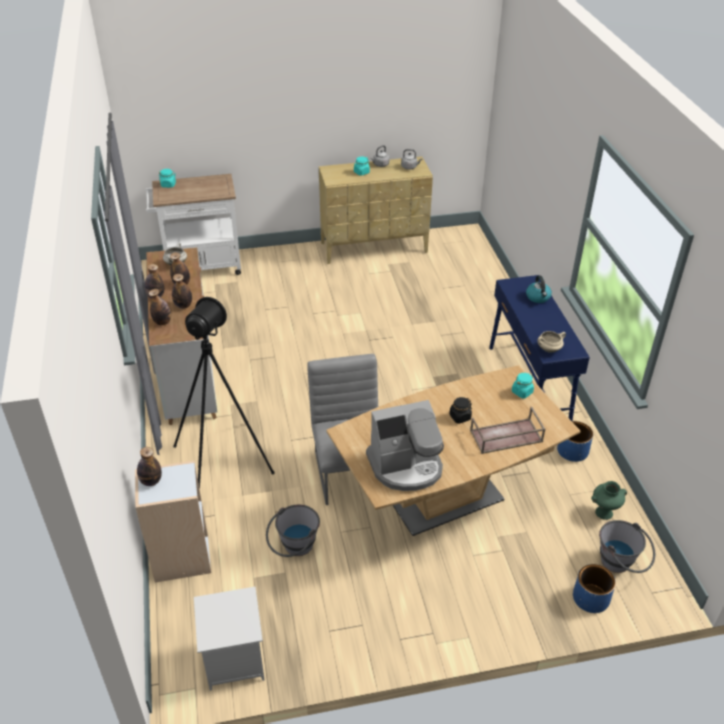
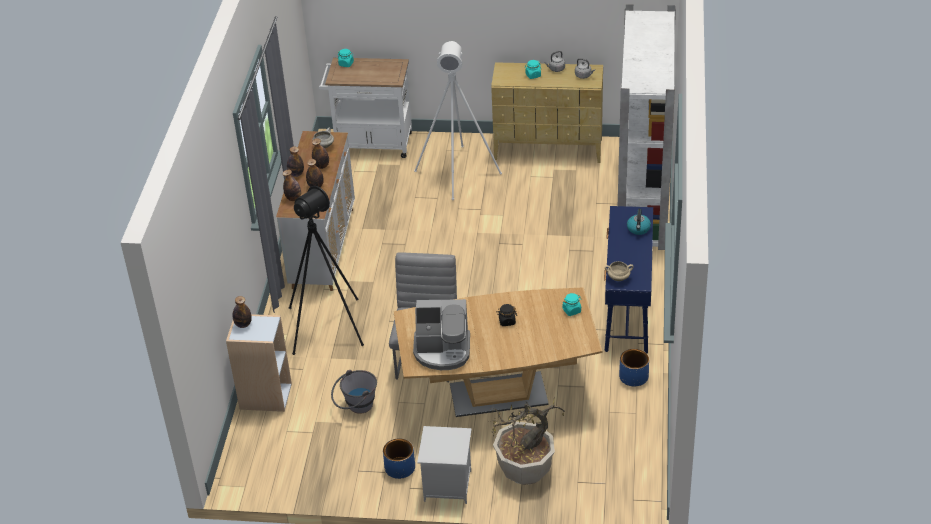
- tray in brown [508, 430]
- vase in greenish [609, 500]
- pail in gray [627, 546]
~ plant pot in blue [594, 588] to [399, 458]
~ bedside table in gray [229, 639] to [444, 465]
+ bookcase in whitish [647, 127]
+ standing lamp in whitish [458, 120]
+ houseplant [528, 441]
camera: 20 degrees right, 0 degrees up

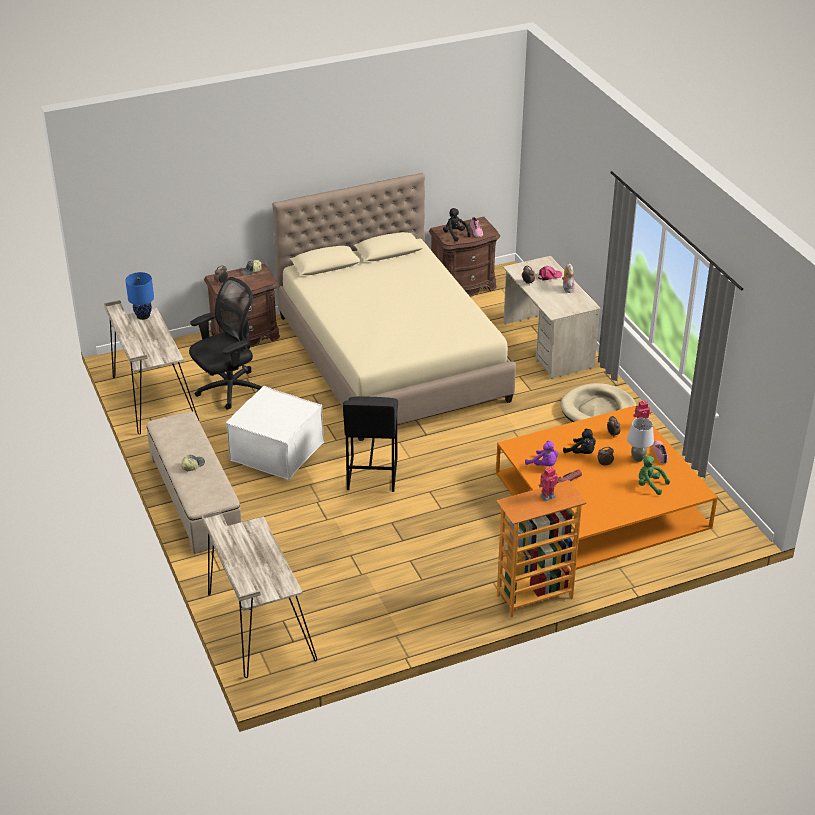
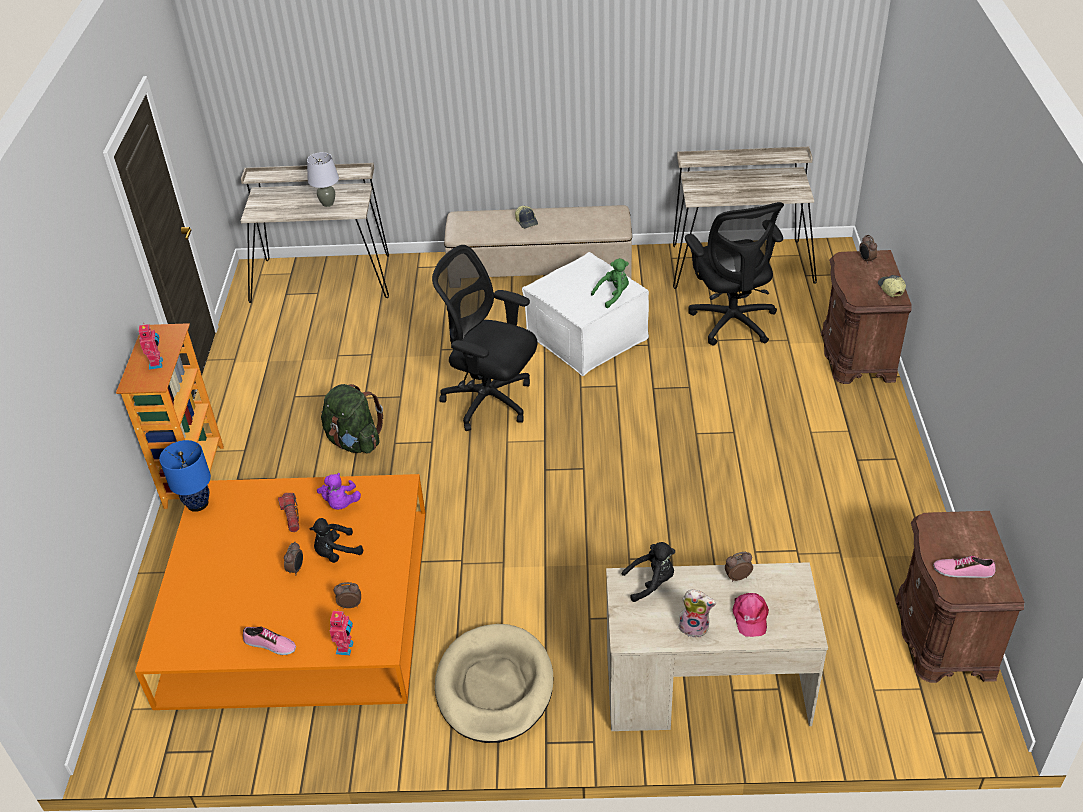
- sleeping bed in sand-coloured [394, 307]
~ cuddly toy in black [457, 225] to [648, 572]
~ table lamp in blue [139, 296] to [185, 476]
~ sitting stool in black [370, 444] to computer chair in black [484, 338]
~ table lamp in gray [640, 440] to [323, 179]
~ cuddly toy in purplish [541, 453] = [339, 491] 75 degrees counterclockwise
~ cuddly toy in greenish [654, 475] to [610, 283]
+ rucksack in greenish [352, 418]
camera: 115 degrees right, 5 degrees up

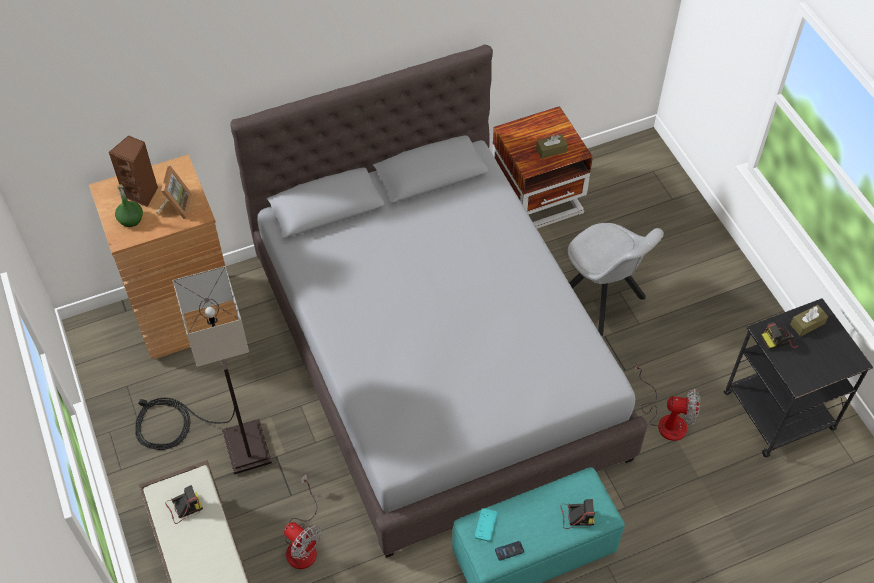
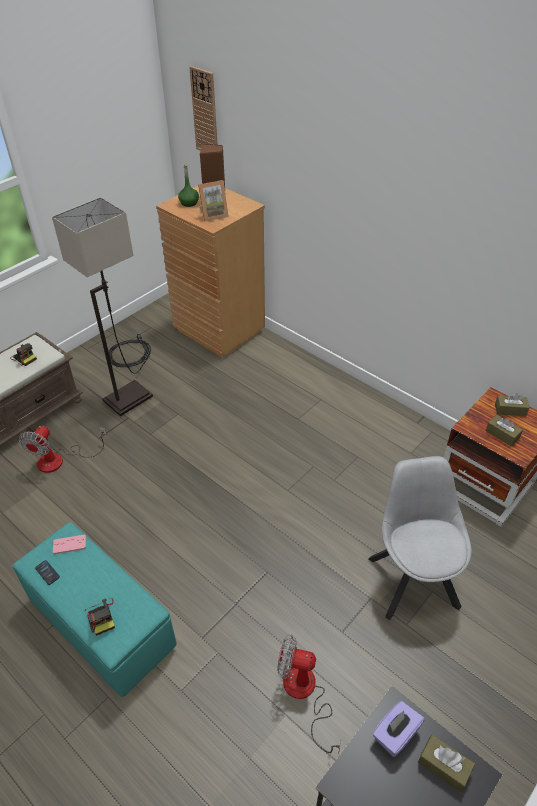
- sleeping bed in gray [438, 301]
~ upright chair in gray [616, 279] = [420, 538] 150 degrees clockwise
~ photo camera [779, 336] to tissue holder in purplish [399, 729]
~ cooling fan [667, 402] = [309, 694] 120 degrees clockwise
~ gamepad in turquoise [486, 525] to gamepad in pinkish [69, 544]
+ wall clock [203, 108]
+ tissue holder in brown [512, 404]
camera: 65 degrees right, 10 degrees down

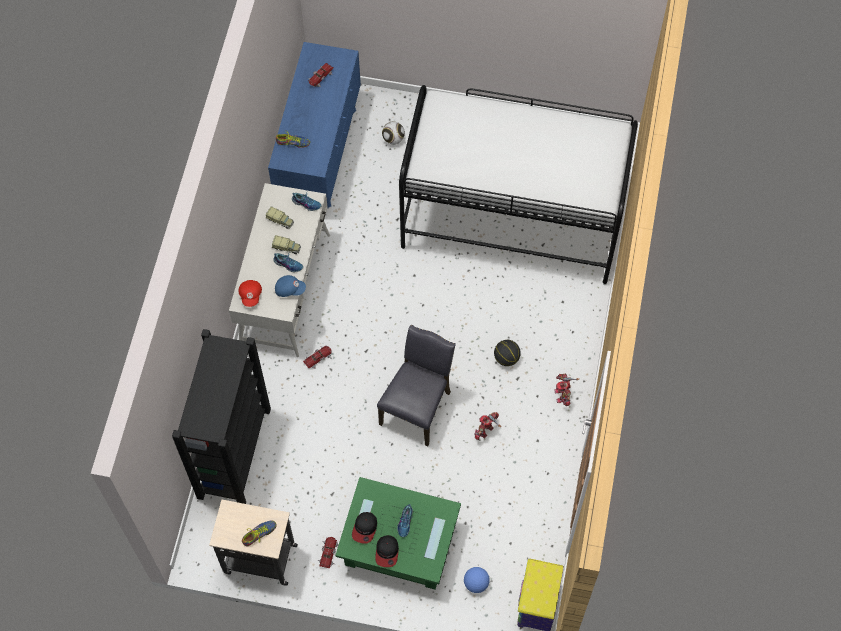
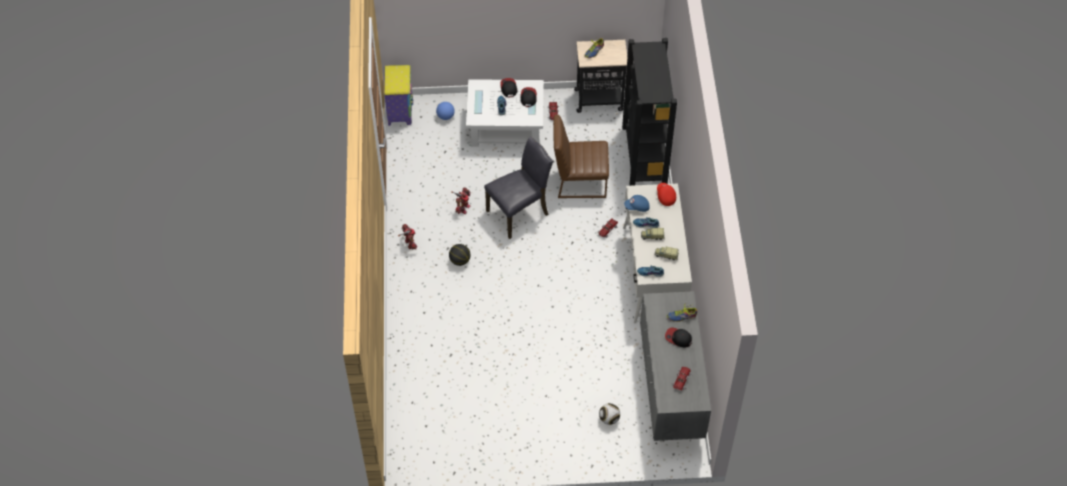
~ chest of drawers in blue [314, 125] to chest of drawers in gray [675, 366]
- sleeping bed in black [518, 184]
~ upright chair in gray [416, 385] = [519, 188] 135 degrees counterclockwise
~ coffee table in greenish [398, 533] to coffee table in whitish [505, 112]
+ upright chair in brown [581, 156]
+ baseball cap [678, 338]
camera: 165 degrees right, 10 degrees down

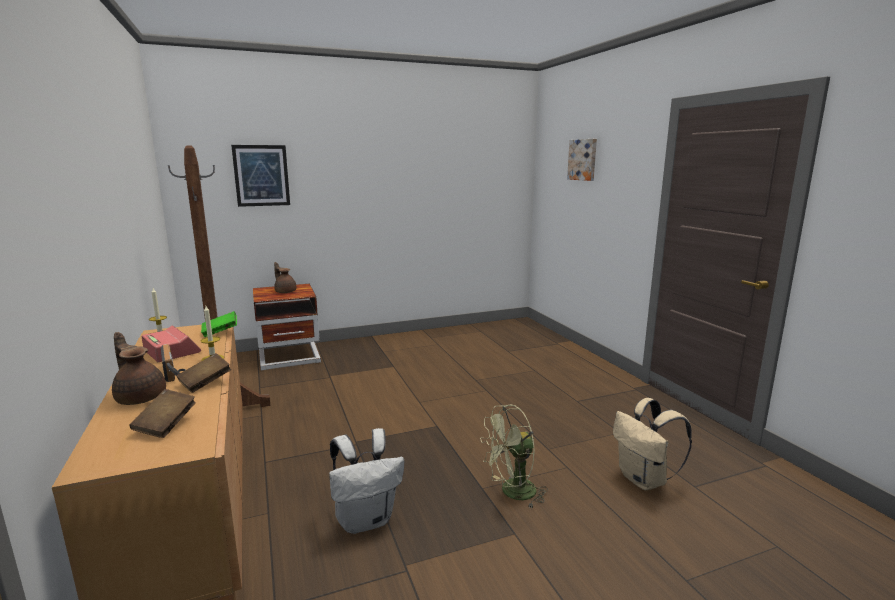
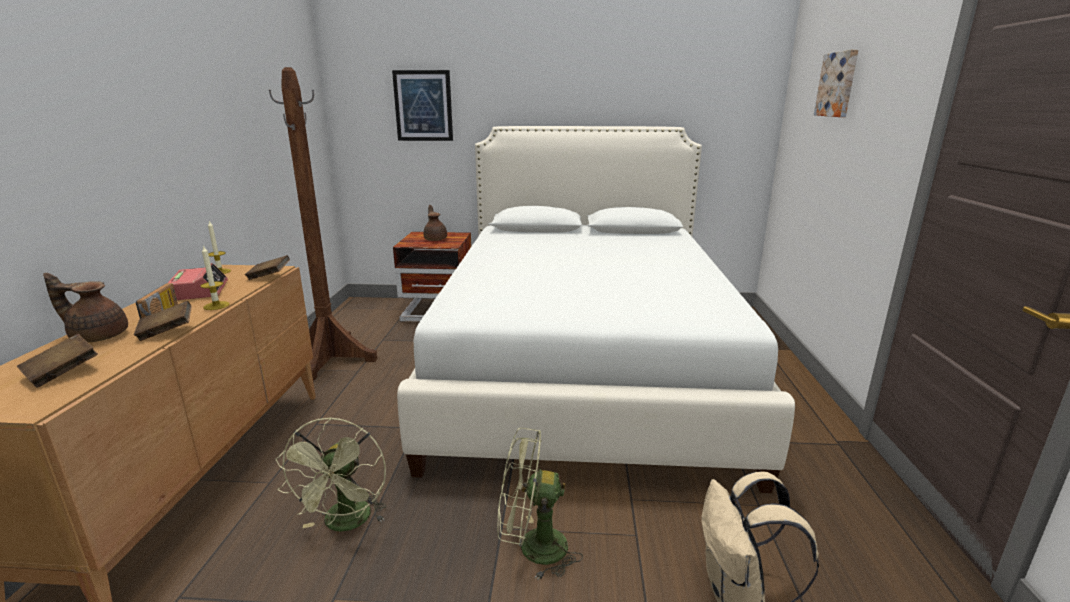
~ volume in greenish [219, 324] to volume in brown [267, 267]
~ tea pot in brown [139, 368] = [85, 307] 60 degrees counterclockwise
~ rucksack in whitish [366, 481] to cooling fan in greenish [330, 474]
+ sleeping bed in whitish [596, 309]
camera: 25 degrees right, 5 degrees up

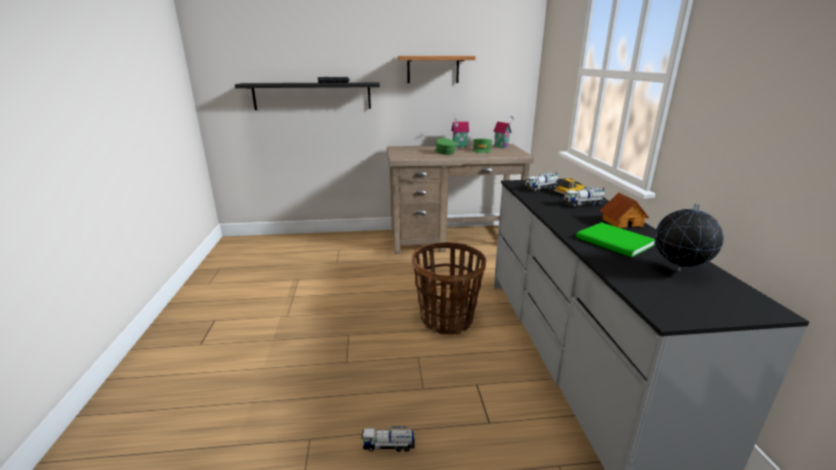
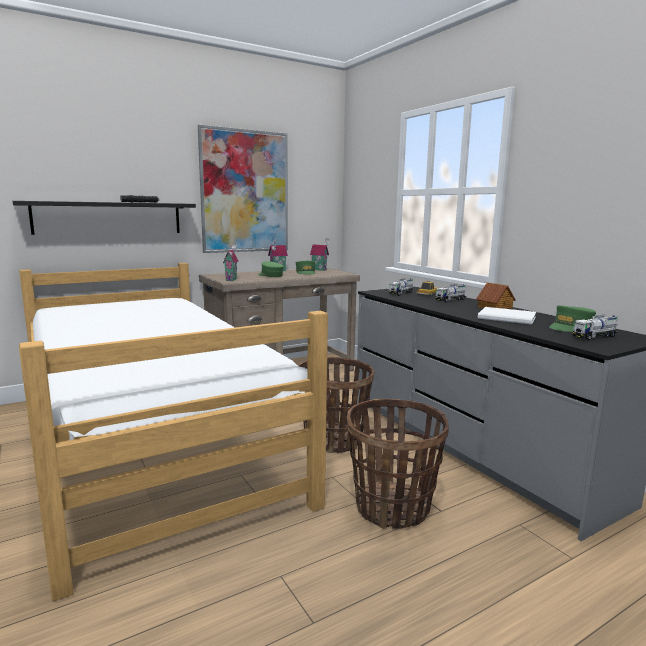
~ shelf [437, 69] to wall picture [243, 189]
~ globe [688, 237] to baseball cap in greenish [572, 318]
~ volume in greenish [615, 239] to volume in whitish [507, 316]
~ toy truck [388, 439] to [595, 328]
+ model house [230, 262]
+ sleeping bed [173, 432]
+ household basket [398, 464]
camera: 25 degrees left, 10 degrees down

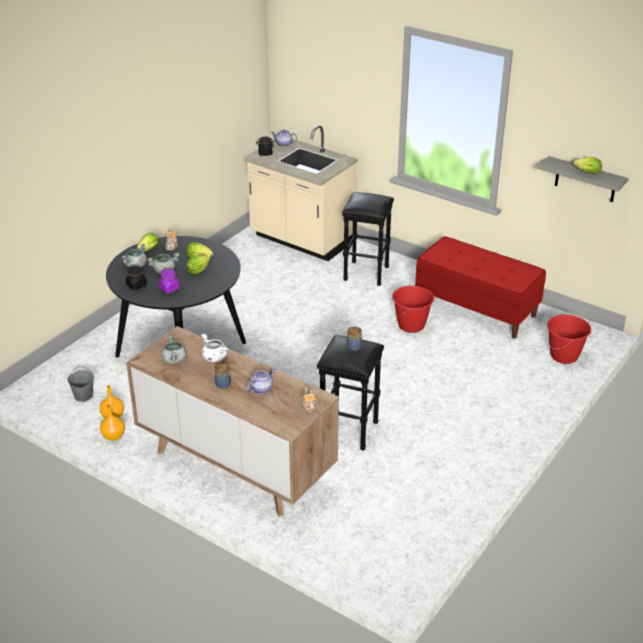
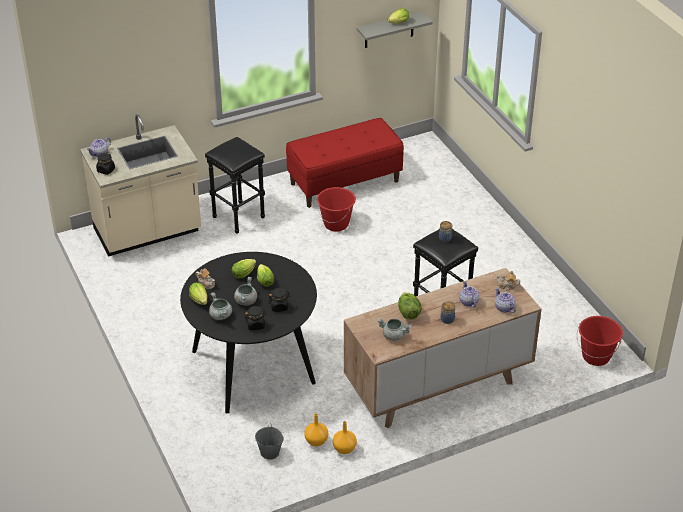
~ preserve jar in purplish [169, 281] to preserve jar in black [279, 300]
~ pail in reddish [569, 339] to [600, 341]
~ saucepot in whitish [214, 348] to lettuce head [409, 306]
+ tea pot [505, 300]
camera: 60 degrees left, 5 degrees up

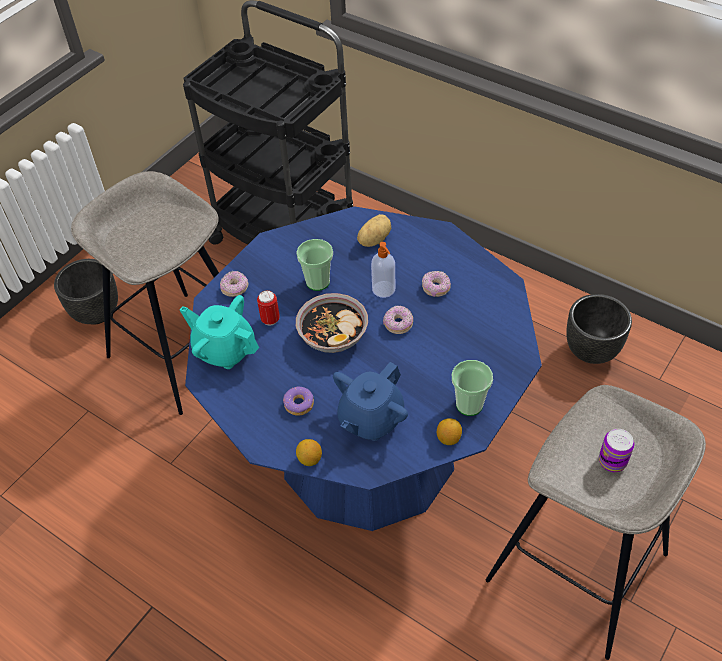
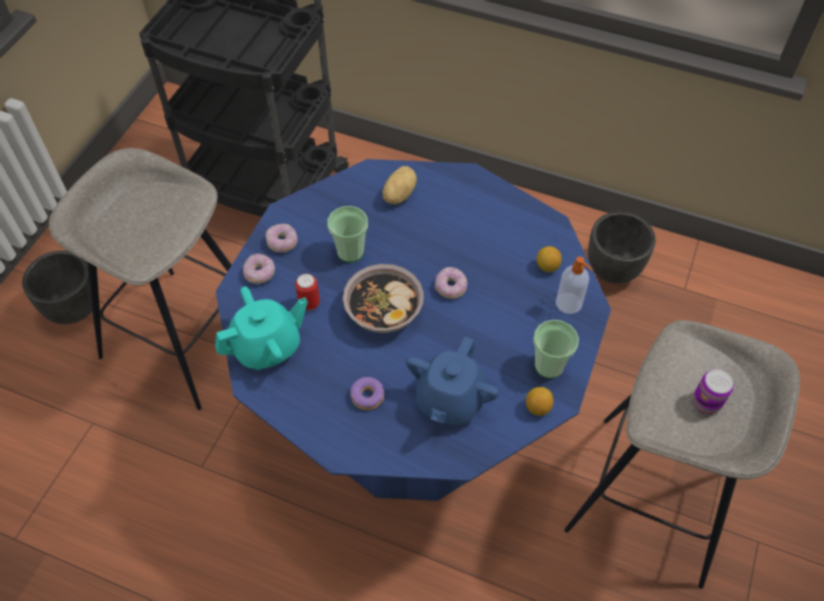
~ liquid soap bottle [383, 270] to [574, 285]
~ ring doughnut [436, 284] to [281, 238]
~ tea pot in turquoise [219, 332] = [261, 328] 135 degrees clockwise
~ whole lemon [309, 452] to [549, 259]
camera: 15 degrees left, 5 degrees up

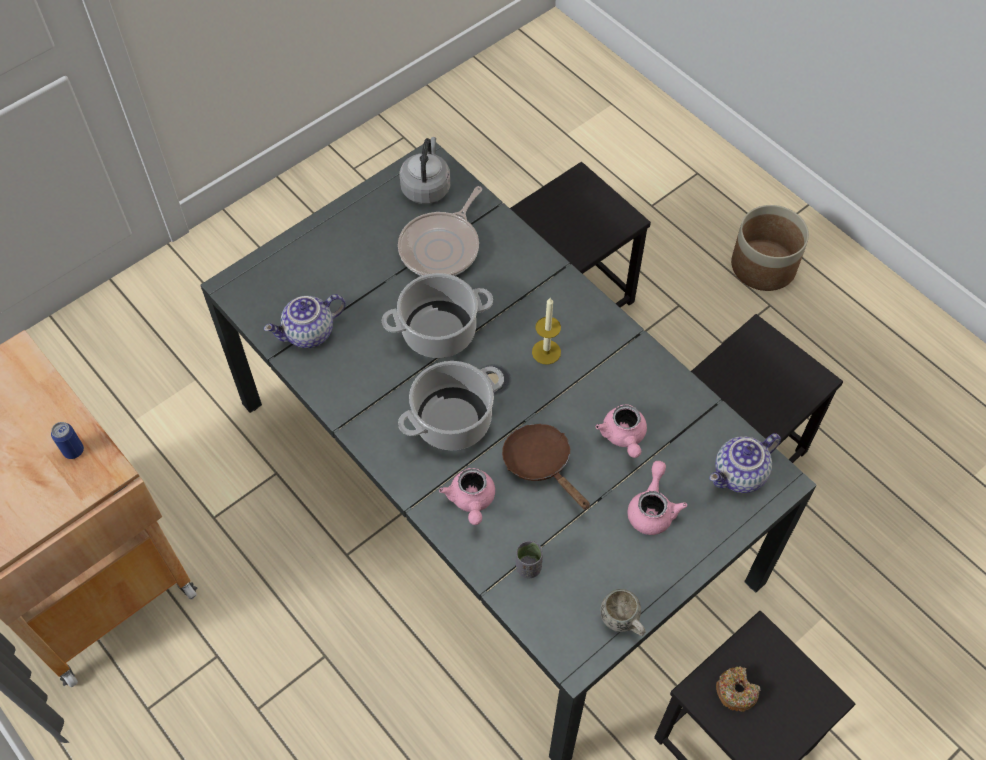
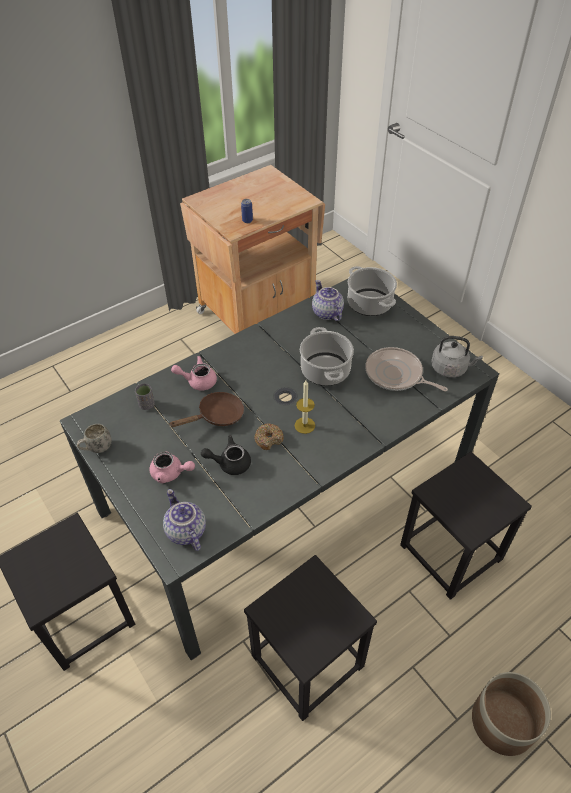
~ saucepot [451, 405] to [372, 291]
~ tea pot in pinkish [621, 431] to tea pot in black [226, 455]
~ ring doughnut [738, 689] to [269, 436]
camera: 95 degrees right, 10 degrees down

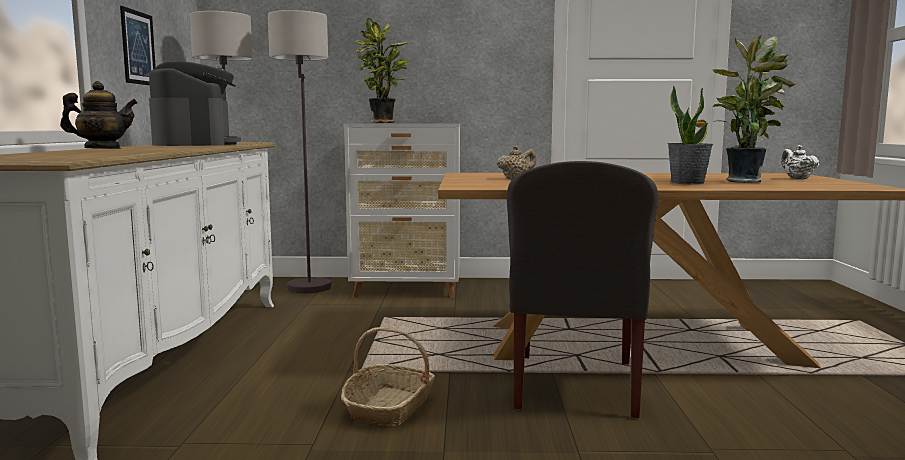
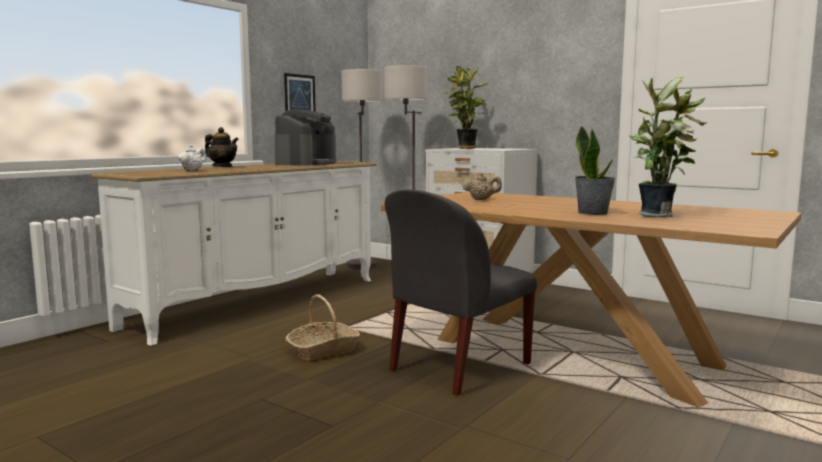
~ tea pot in whitish [800, 162] to [192, 157]
camera: 35 degrees right, 0 degrees up

